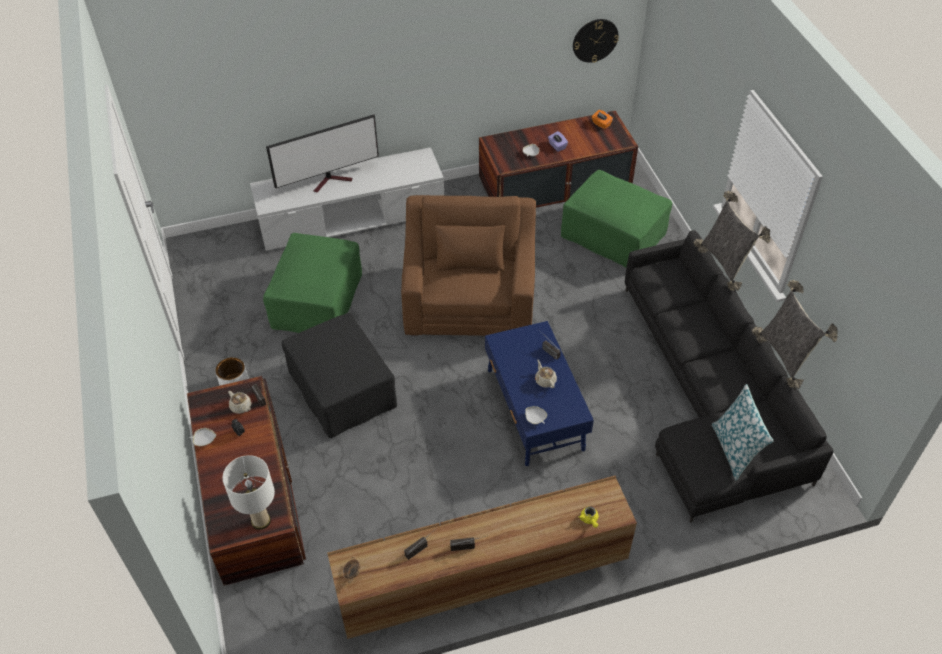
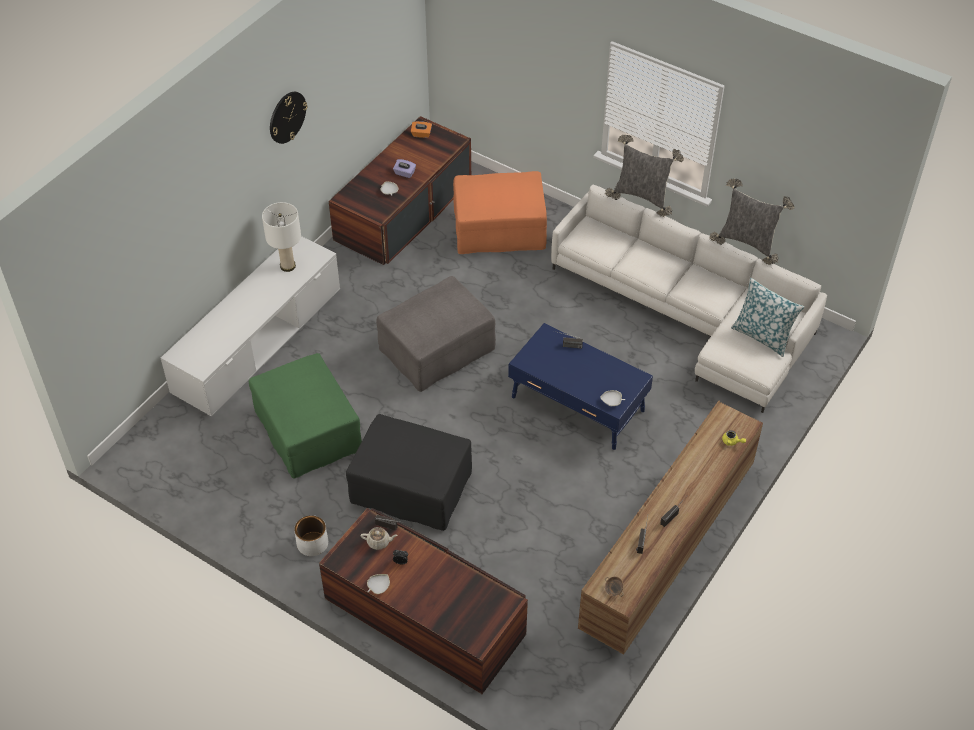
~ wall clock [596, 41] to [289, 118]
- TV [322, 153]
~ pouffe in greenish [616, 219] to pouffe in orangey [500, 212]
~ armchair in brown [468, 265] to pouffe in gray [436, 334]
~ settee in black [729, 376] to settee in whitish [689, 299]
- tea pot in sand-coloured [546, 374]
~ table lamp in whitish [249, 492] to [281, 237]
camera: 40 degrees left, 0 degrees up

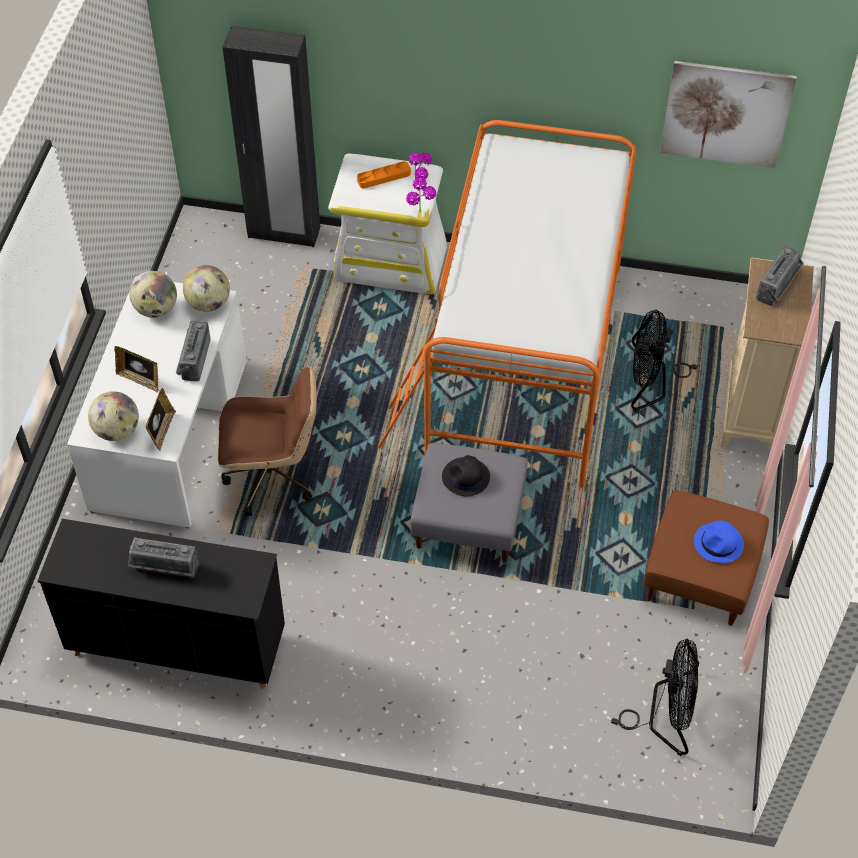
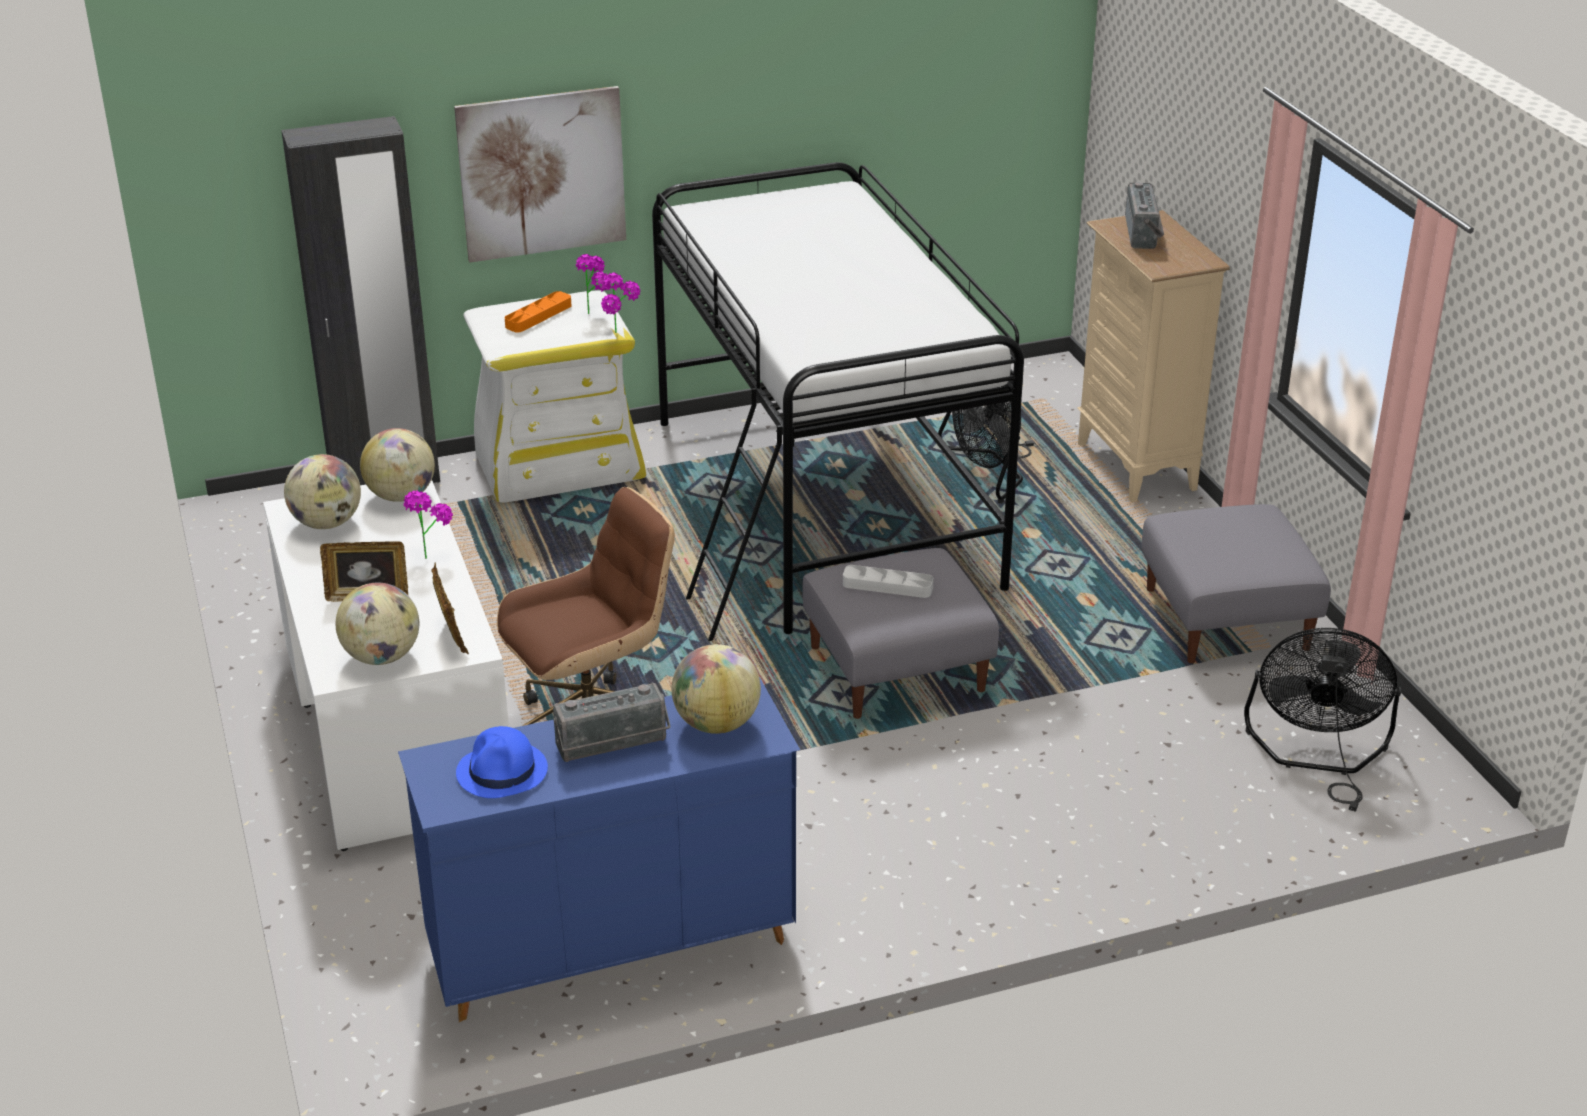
~ wall picture [728, 114] to [540, 174]
~ sleeping bed in orangey [507, 304] to sleeping bed in black [838, 401]
~ radio [193, 350] to houseplant [428, 524]
~ wearable hat in black [466, 476] to tray in gray [888, 581]
~ pouffe in brown [706, 558] to pouffe in gray [1236, 583]
~ storage cabinet in black [161, 604] to storage cabinet in blue [599, 849]
~ wearable hat in blue [719, 541] to [502, 762]
~ cooling fan in black [654, 697] = [1322, 720] 60 degrees counterclockwise
+ globe [716, 689]
camera: 30 degrees left, 20 degrees down

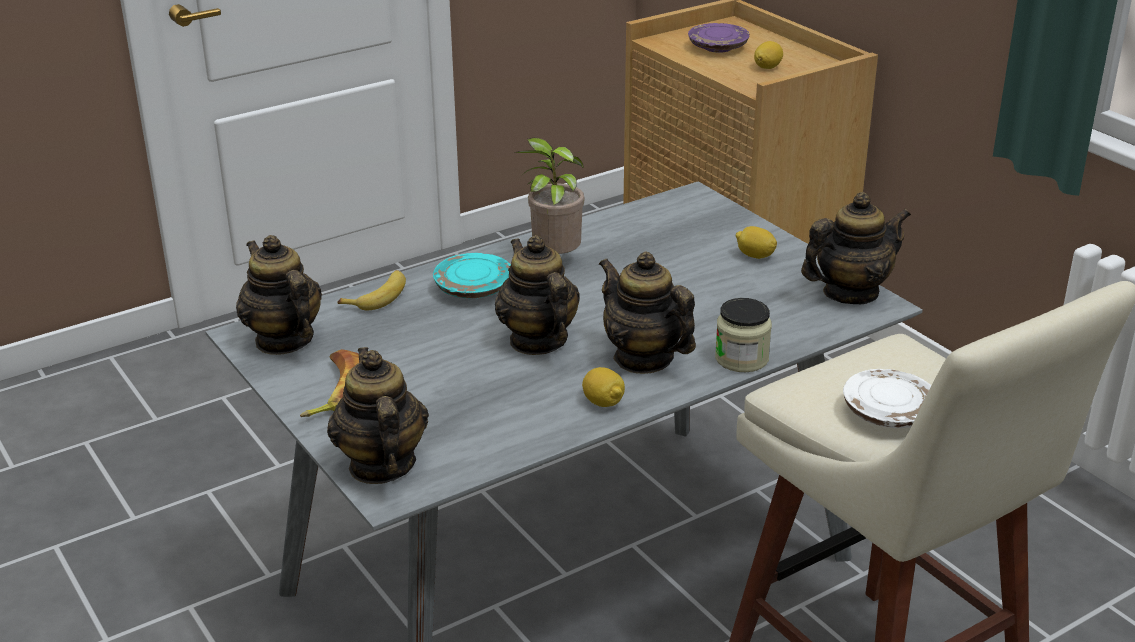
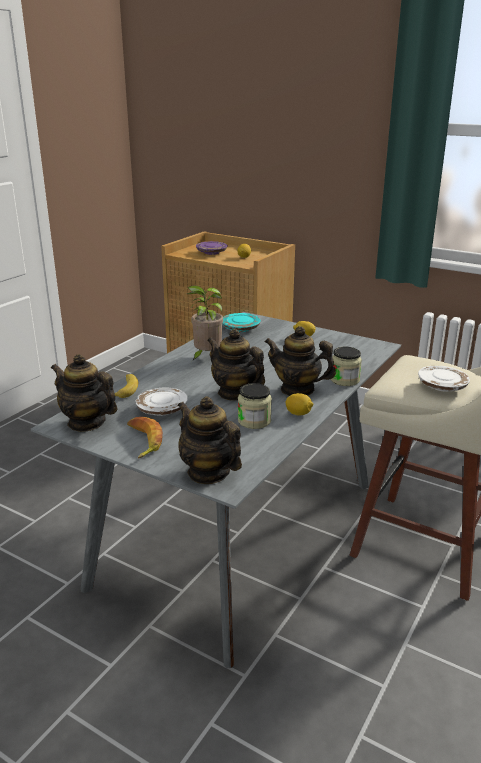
- tea pot [856, 248]
~ flat dish in turquoise [472, 275] to [241, 322]
+ preserve jar [255, 406]
+ flat dish in whitish [161, 401]
camera: 25 degrees left, 5 degrees down

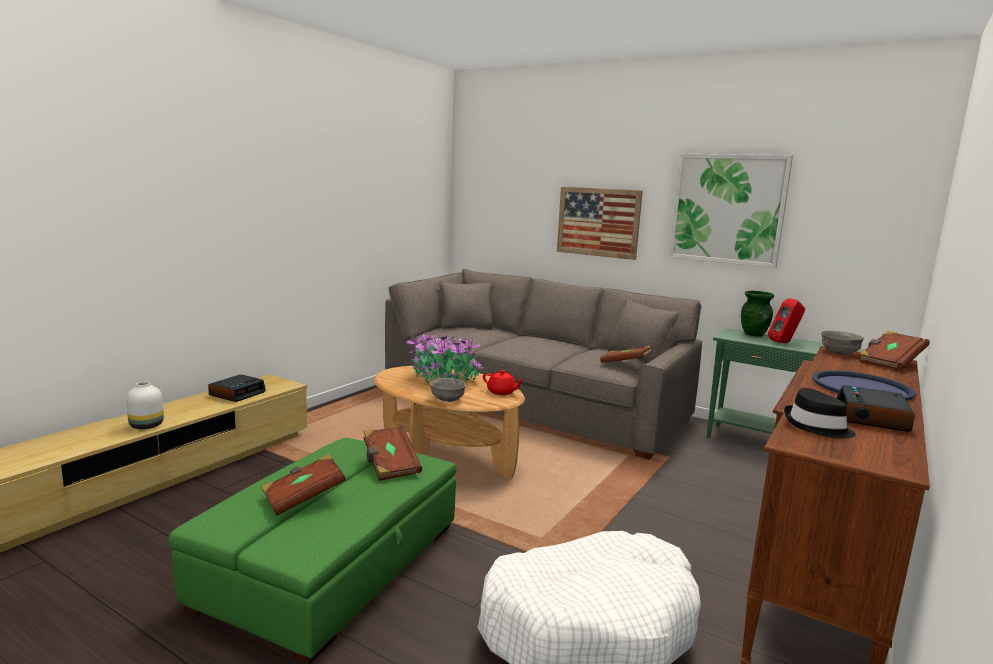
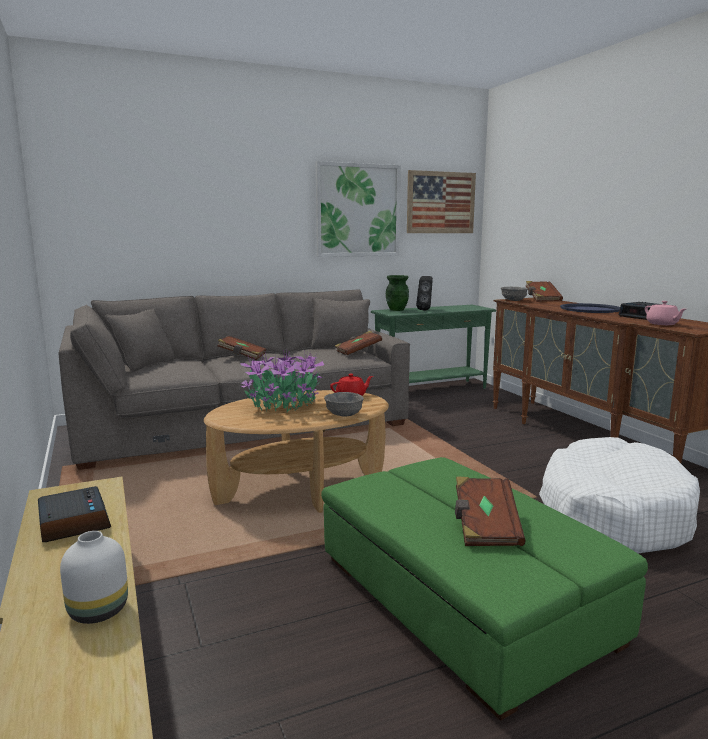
~ wall picture [600, 223] to [441, 201]
~ audio speaker in reddish [786, 320] to audio speaker in black [424, 293]
~ wearable hat in black [820, 413] to tea pot in pinkish [665, 313]
~ volume in brown [392, 453] to [241, 348]
camera: 55 degrees left, 0 degrees up

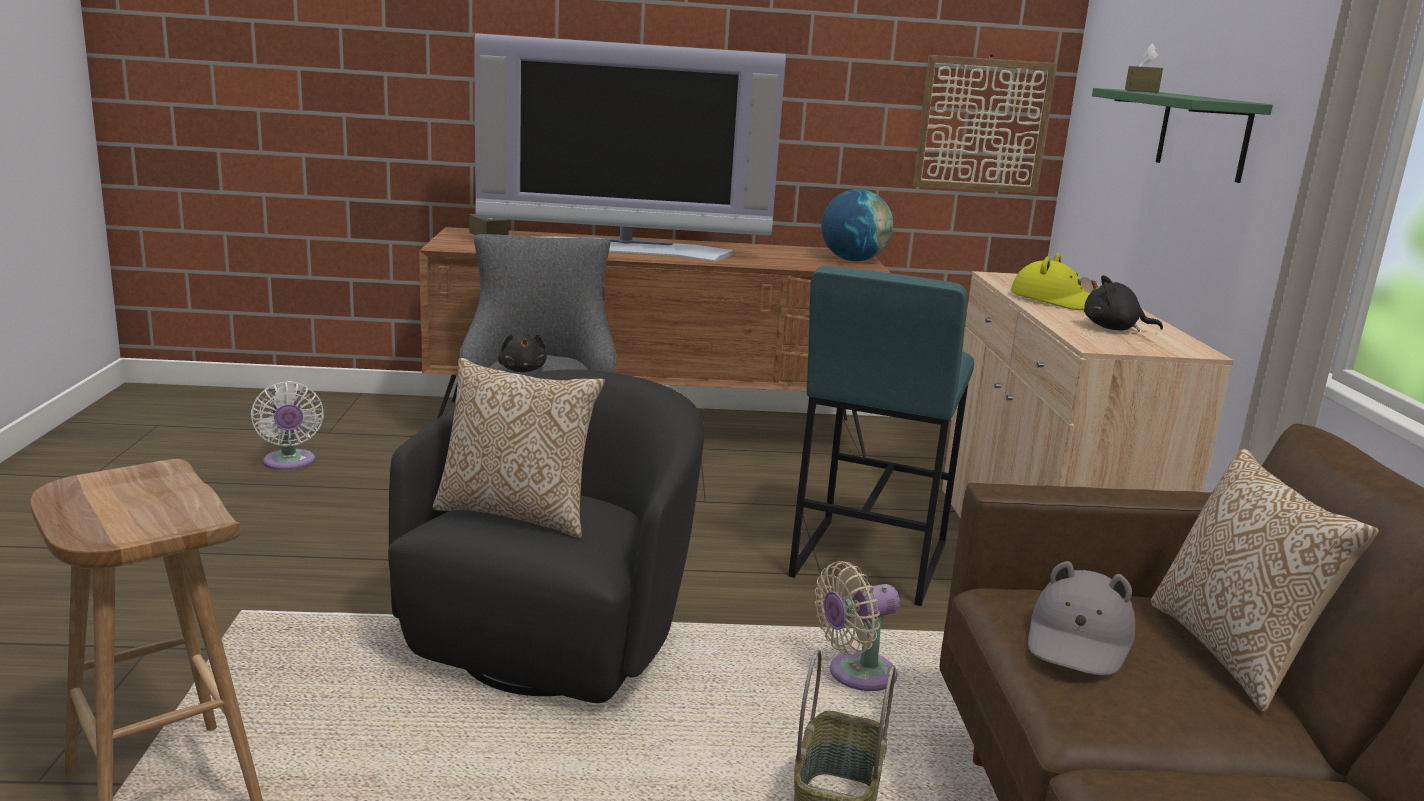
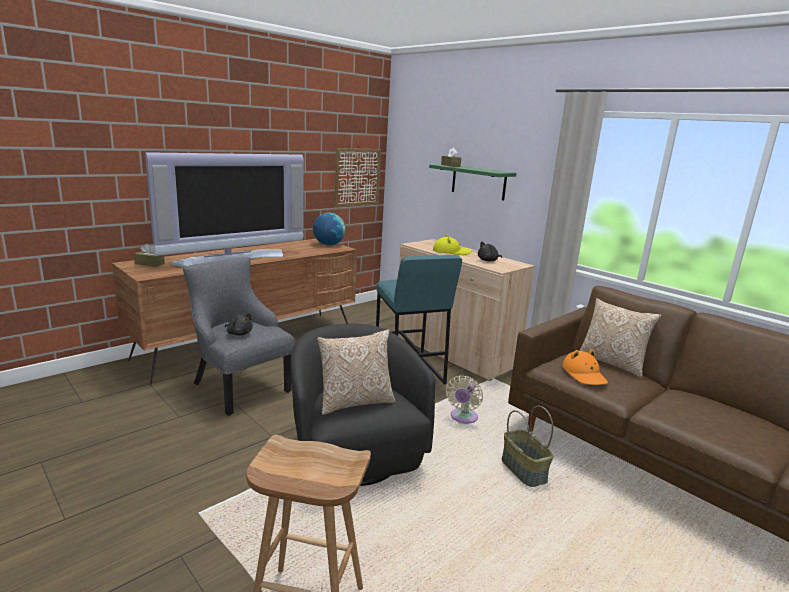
- cooling fan in whitish [287, 425]
~ wearable hat in gray [1081, 618] to wearable hat in orangey [585, 367]
camera: 40 degrees left, 0 degrees up

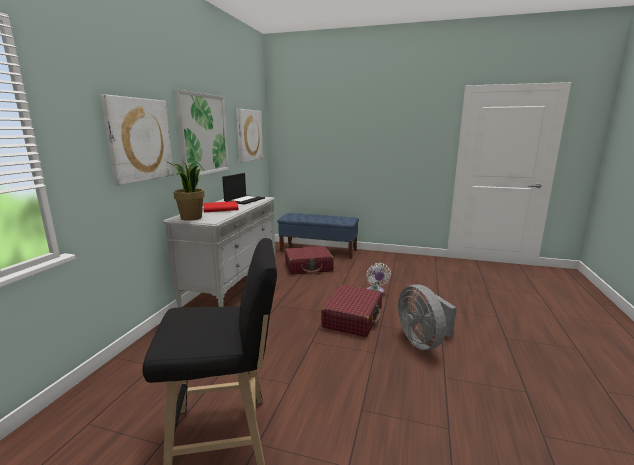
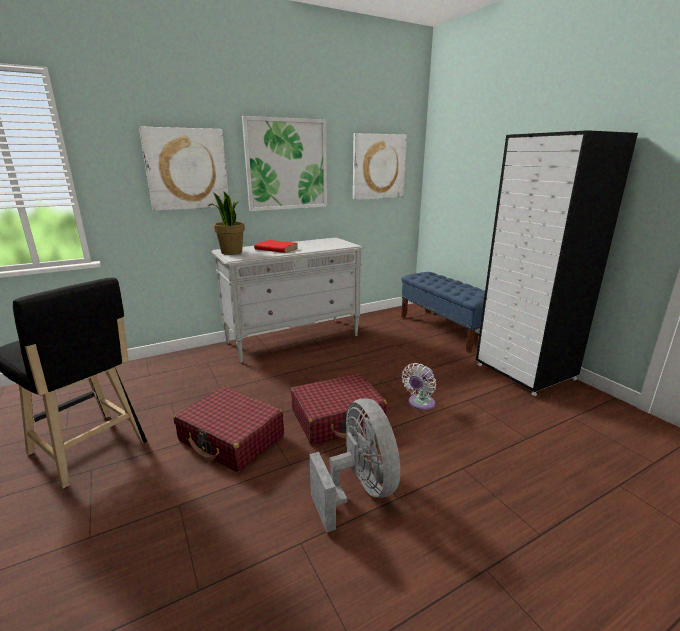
- notebook computer [243, 189]
~ piece of luggage in reddish [309, 260] to [229, 429]
~ cooling fan in gray [427, 317] = [354, 465] 135 degrees clockwise
+ clothes cupboard [557, 263]
camera: 45 degrees right, 5 degrees up

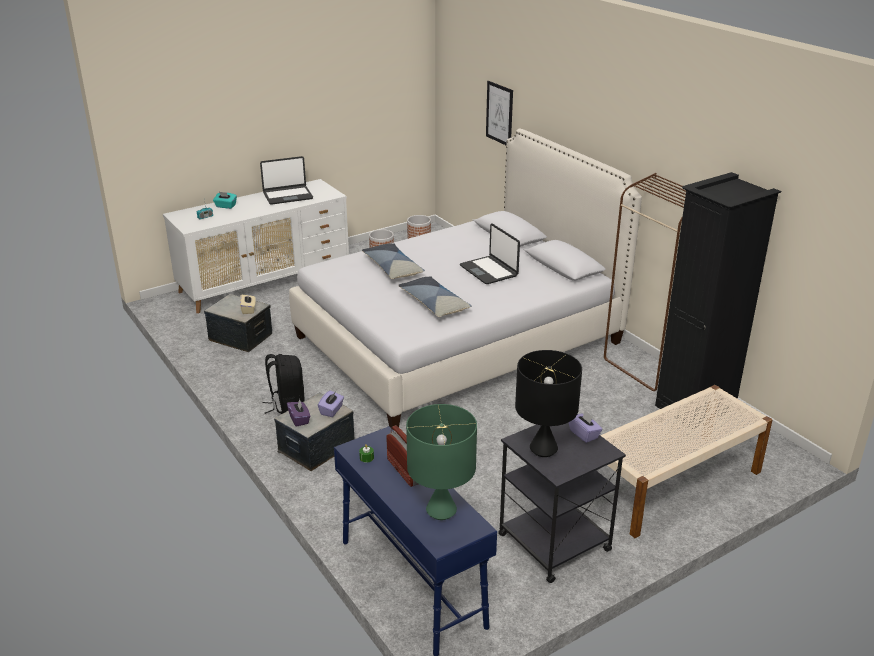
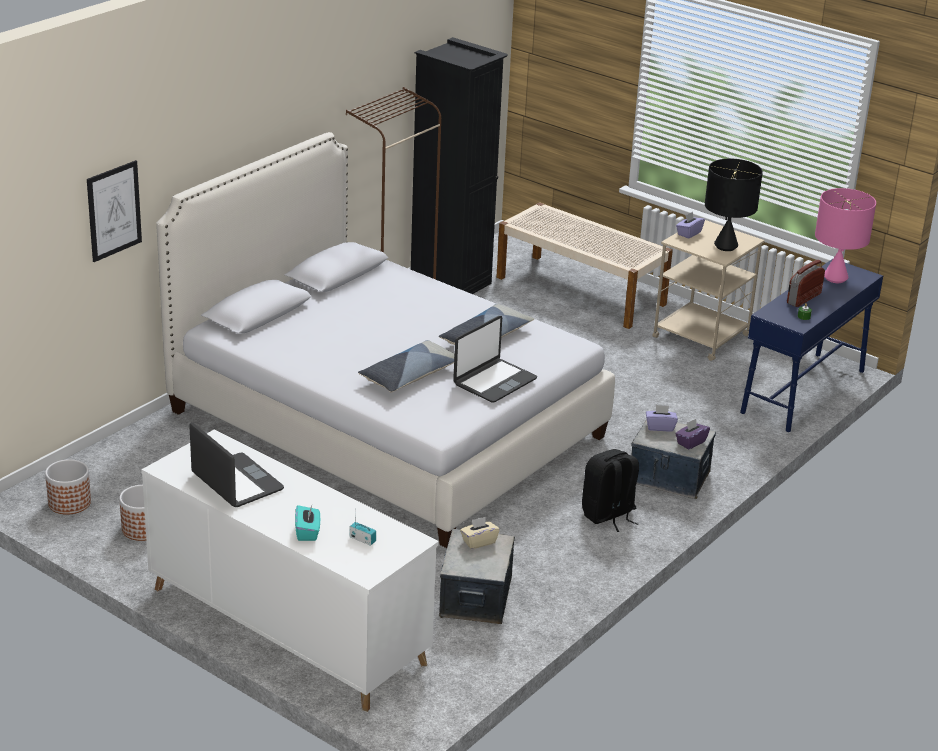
~ notebook computer [490, 254] to [495, 359]
~ table lamp in greenish [441, 462] to table lamp in pinkish [845, 235]
~ trolley in black [562, 502] to trolley in sand-coloured [708, 290]
camera: 110 degrees left, 0 degrees up

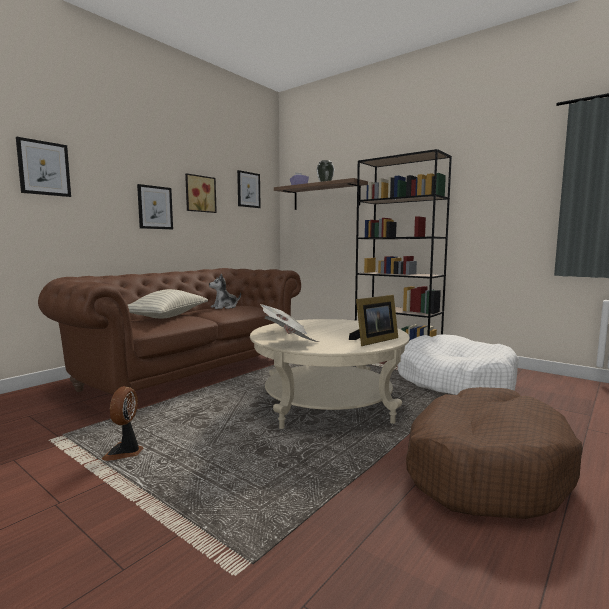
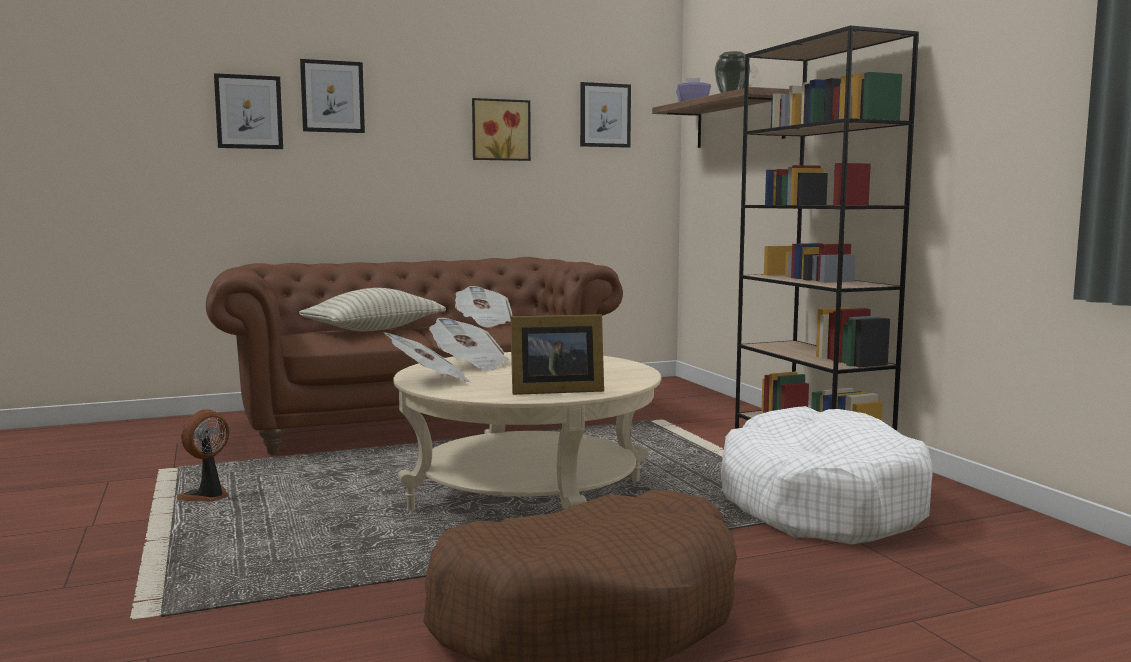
~ wall picture [155, 206] to [332, 96]
~ cuddly toy [225, 291] to newspaper [483, 306]
camera: 30 degrees right, 0 degrees up

